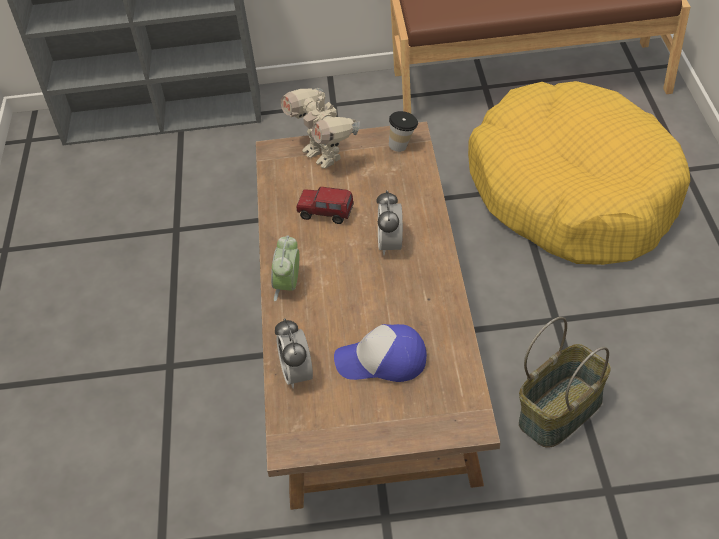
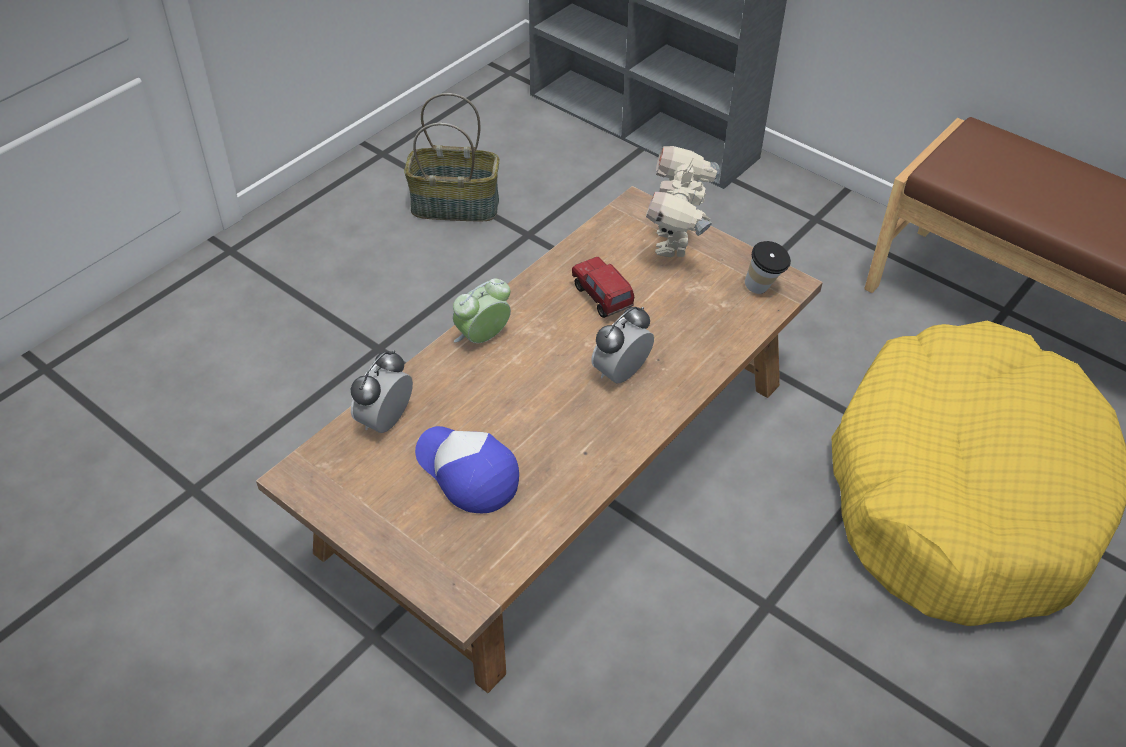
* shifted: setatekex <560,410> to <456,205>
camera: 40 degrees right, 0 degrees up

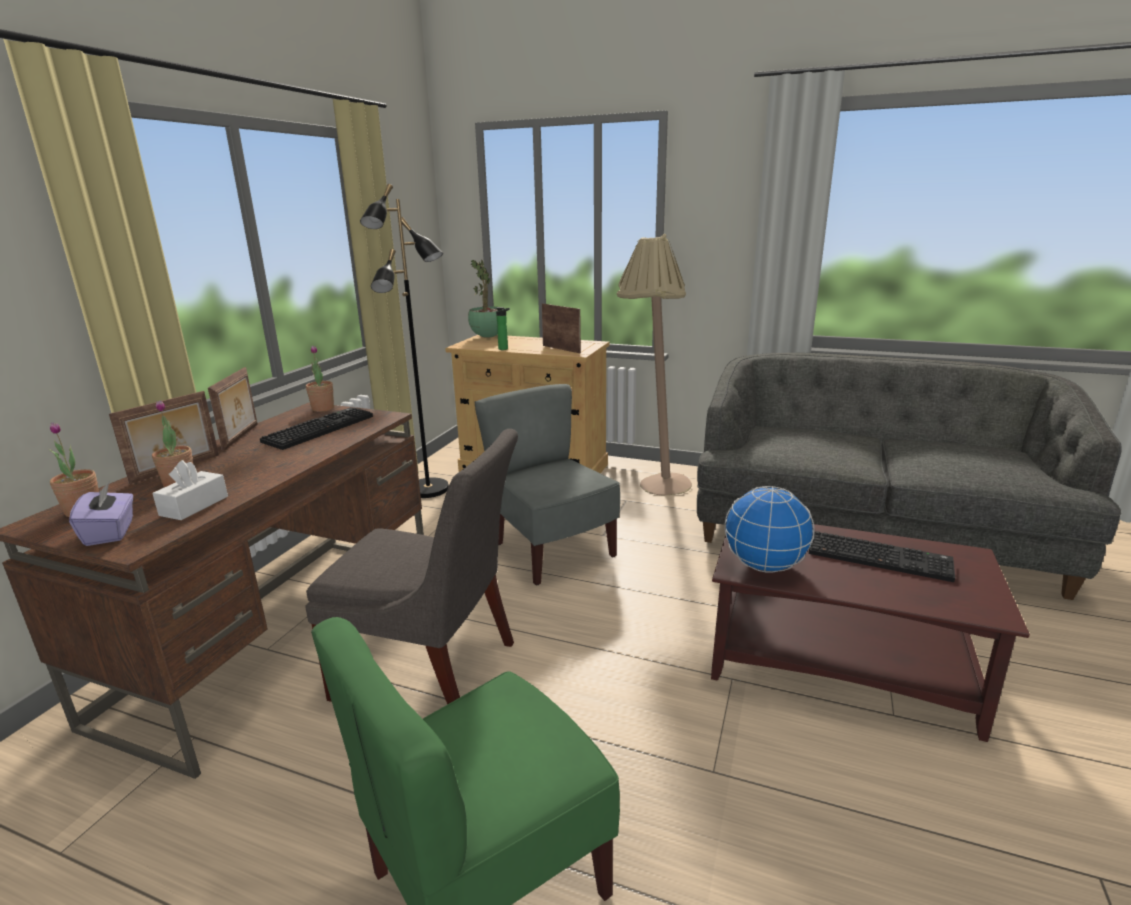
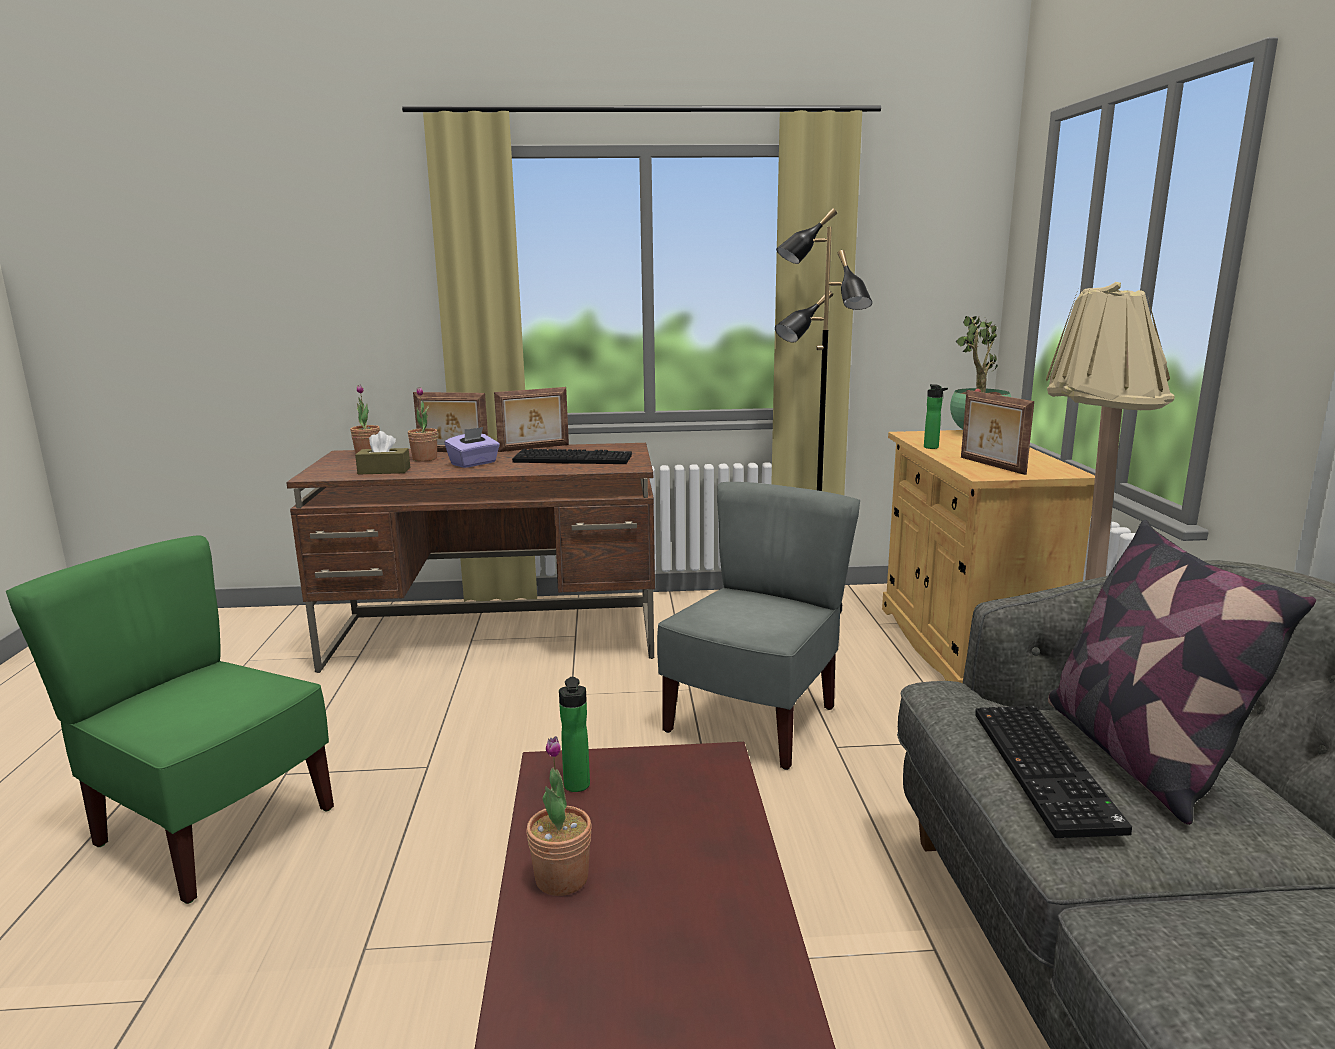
* rotated: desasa <562,349> = <990,465> 135 degrees clockwise
* shifted: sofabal <323,408> to <561,878>
* gone: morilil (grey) <433,673>
* repainted: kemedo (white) <194,506> to kemedo (brown) <384,471>
* shifted: kemedo (purple) <111,532> to <474,463>
* swapped: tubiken <765,566> to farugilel <577,787>
* shifted: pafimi <880,557> to <1048,770>
* new: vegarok <1137,755>
camera: 65 degrees right, 5 degrees down

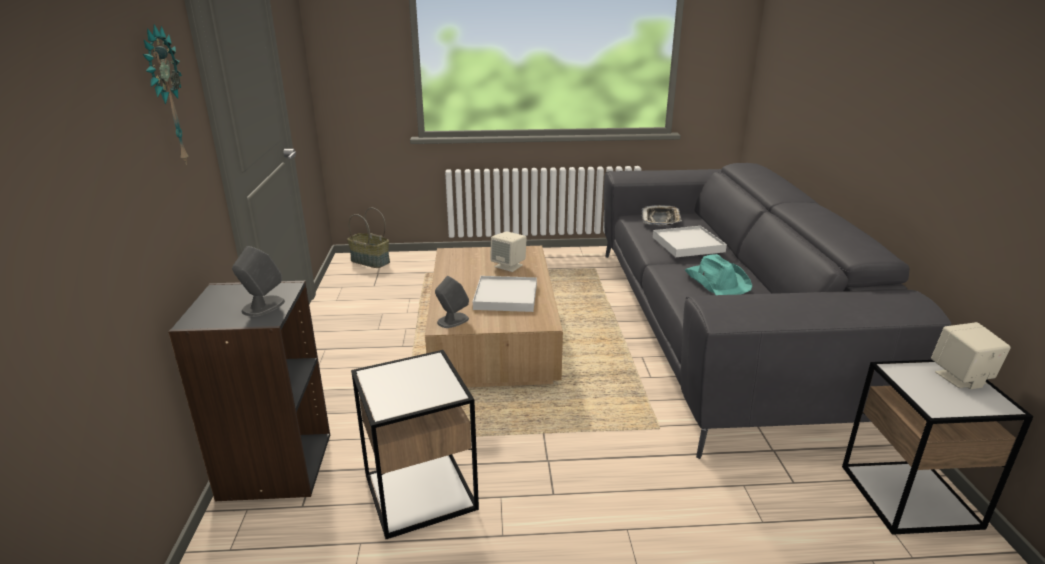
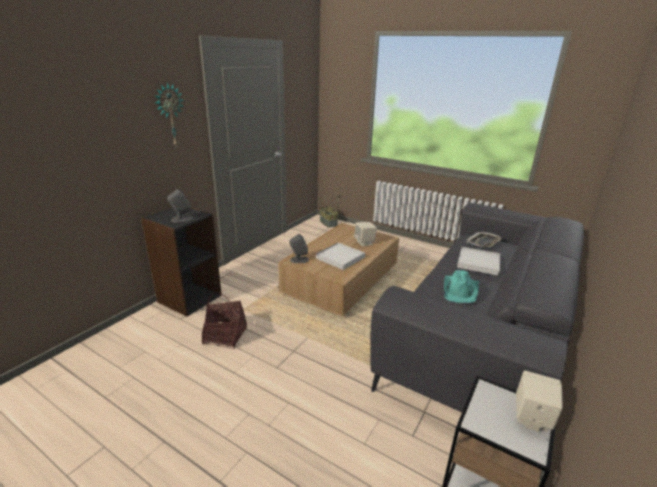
* swapped: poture <420,492> to setatekex <225,336>
camera: 35 degrees right, 0 degrees up

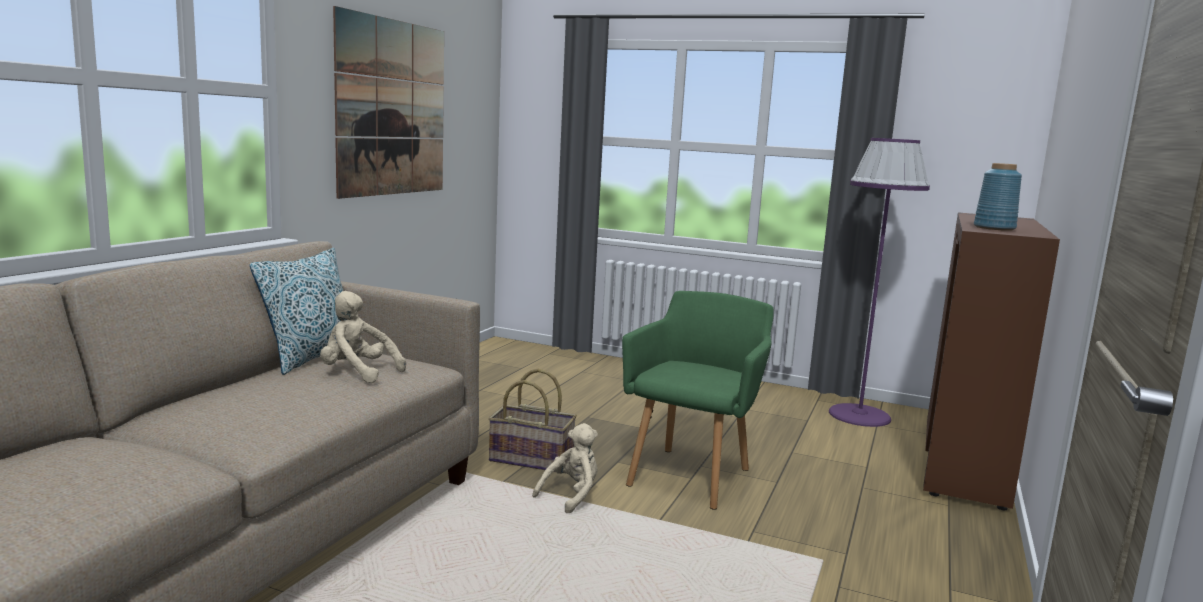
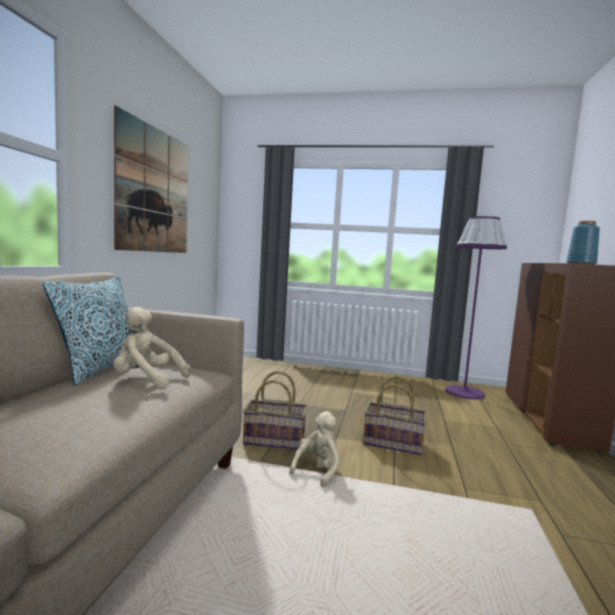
* swapped: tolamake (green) <692,474> to setatekex <393,443>
camera: 10 degrees left, 5 degrees down

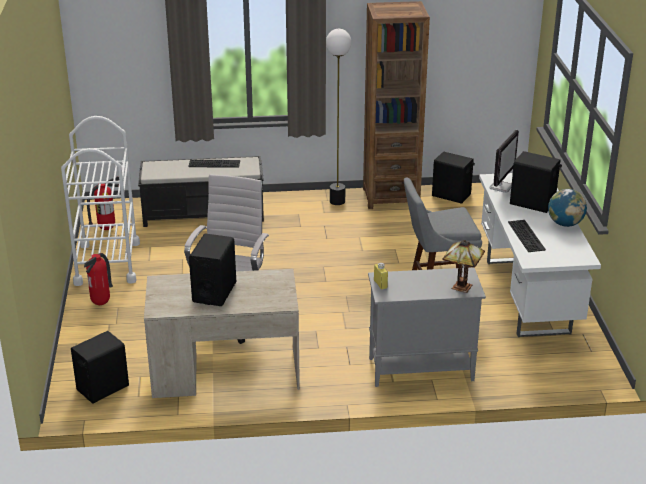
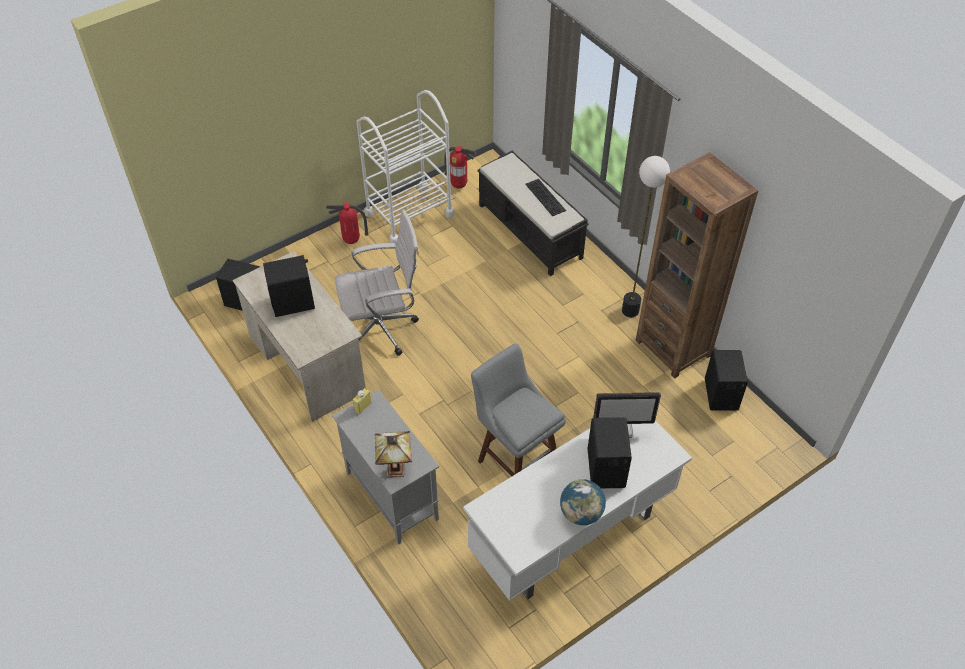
* gone: pafimi <527,236>
camera: 60 degrees right, 20 degrees up

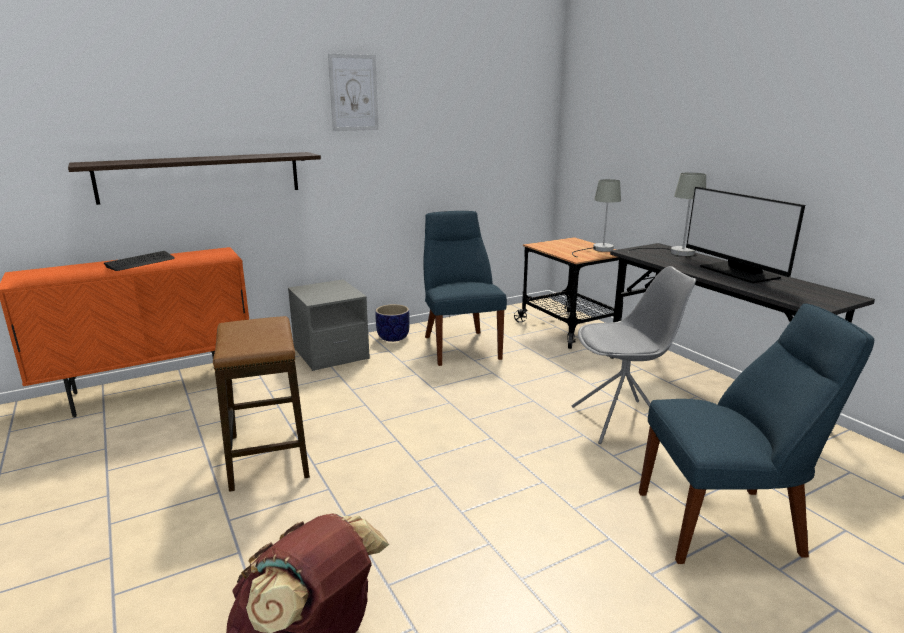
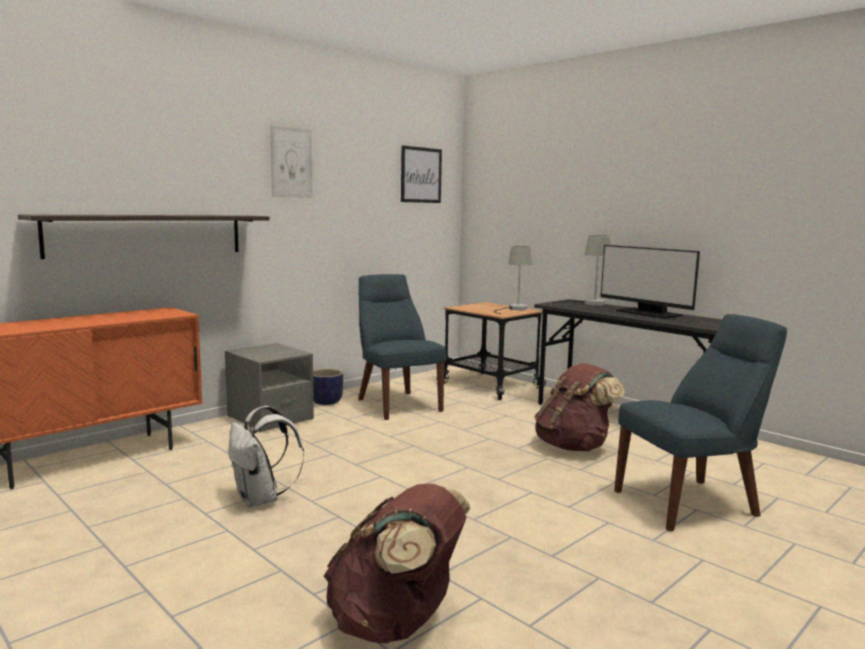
* gone: pafimi <141,262>
* swapped: morilil (grey) <622,421> to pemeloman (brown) <574,446>
* swapped: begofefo <268,456> to pemeloman (white) <261,499>
* new: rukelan <421,175>
camera: 15 degrees left, 10 degrees down

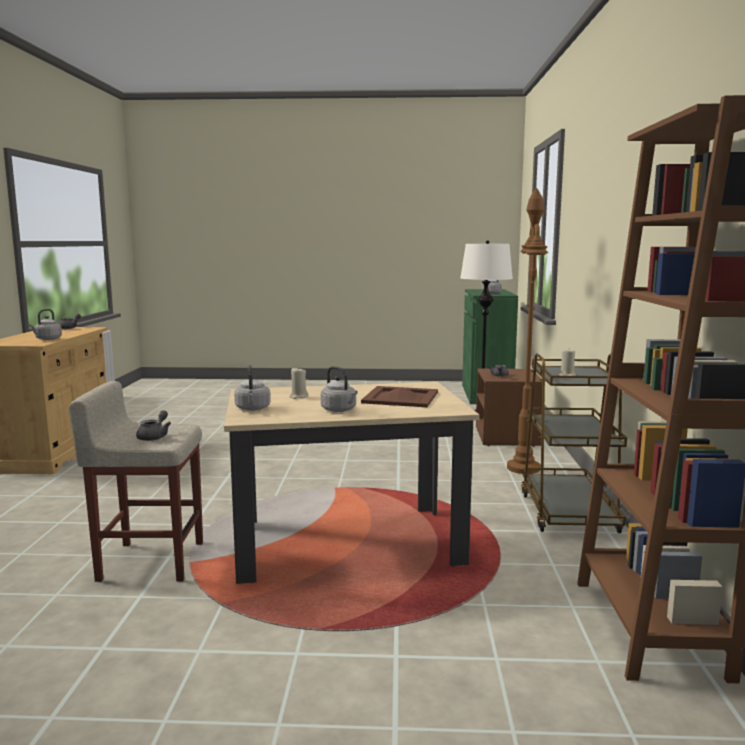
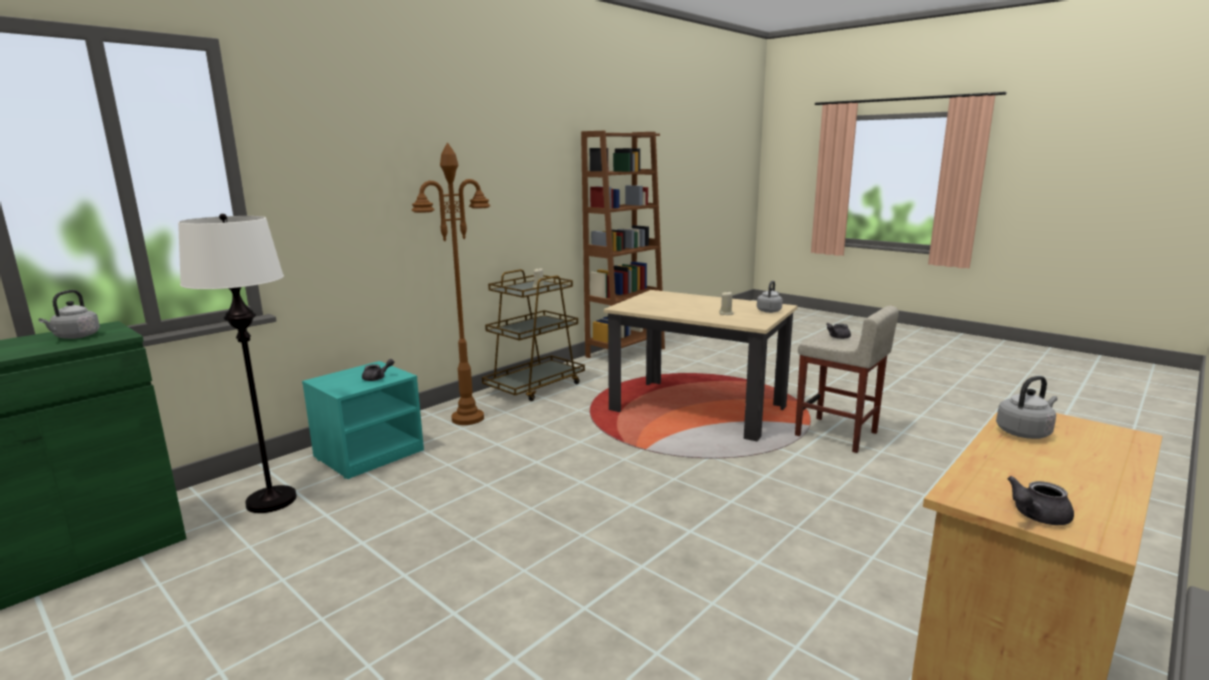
* gone: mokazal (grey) <340,410>
* repainted: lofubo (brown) <508,437> to lofubo (turquoise) <369,453>
* gone: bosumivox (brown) <400,397>
camera: 140 degrees left, 5 degrees up

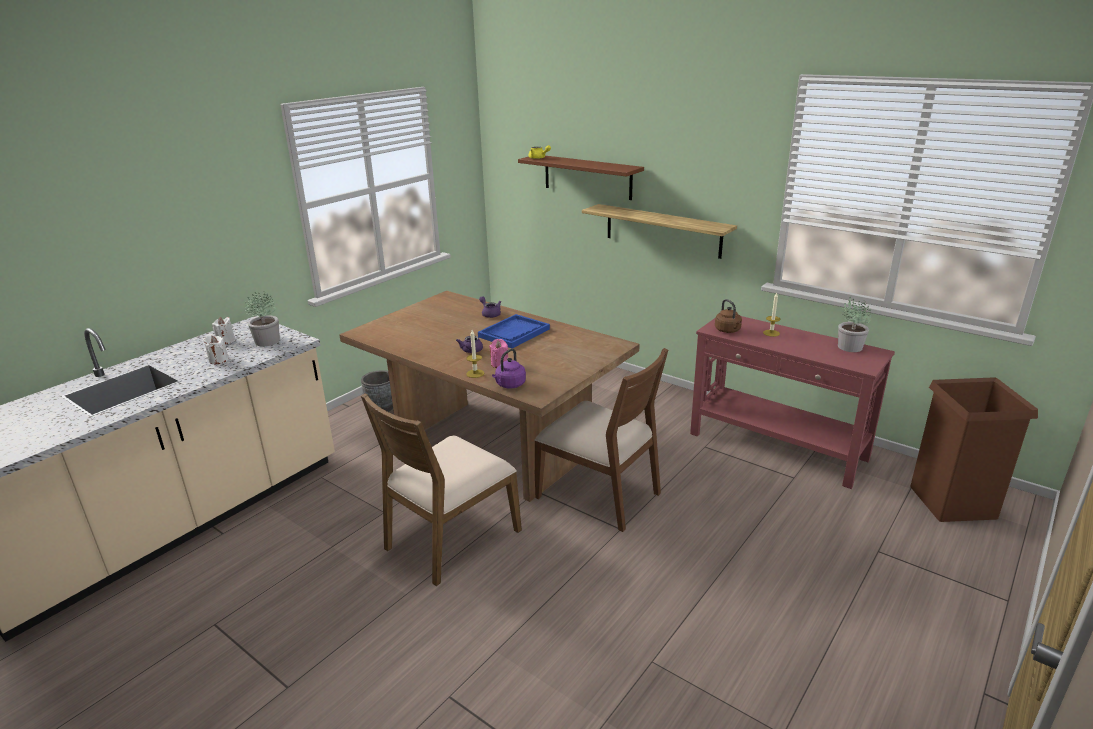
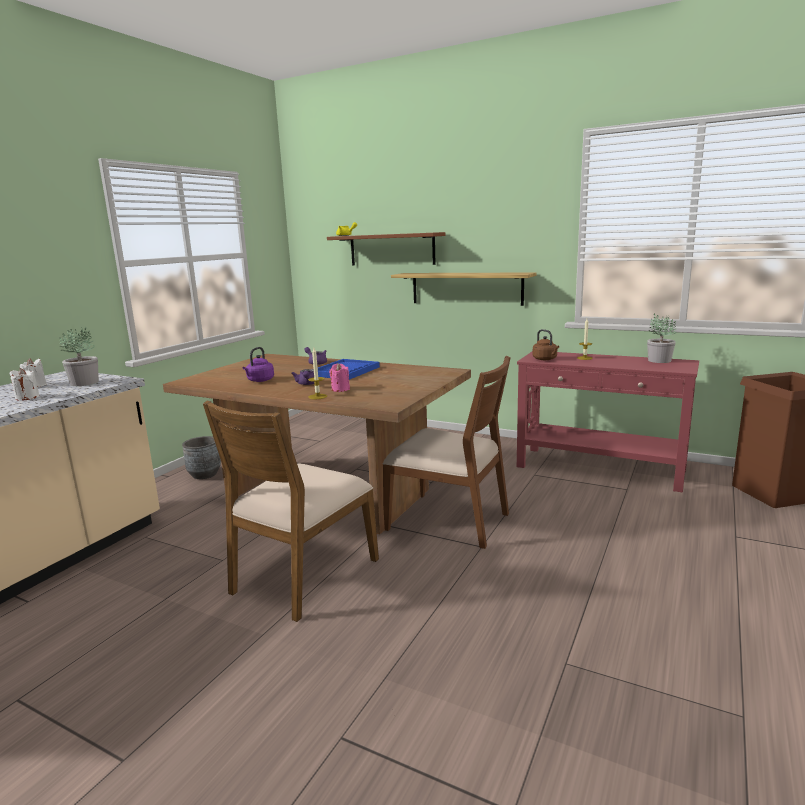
* shifted: mokazal (purple) <509,385> to <259,380>
camera: 10 degrees left, 10 degrees down

